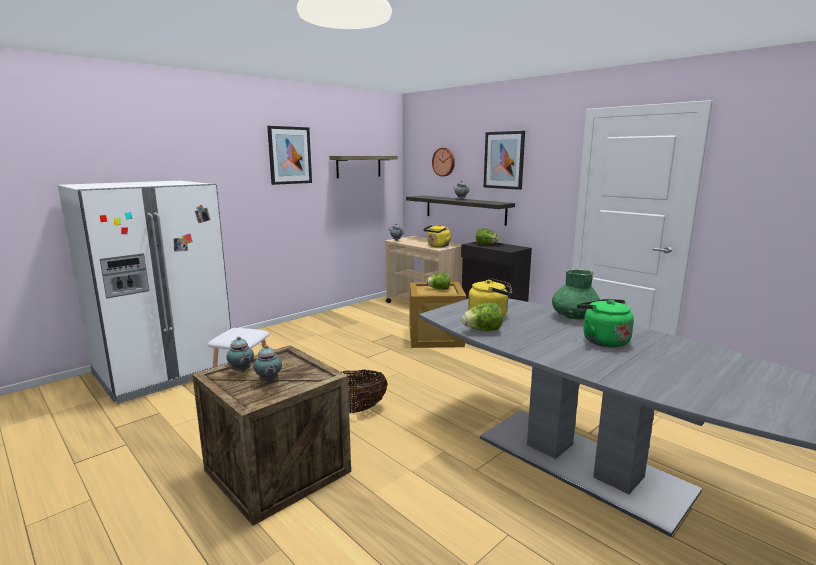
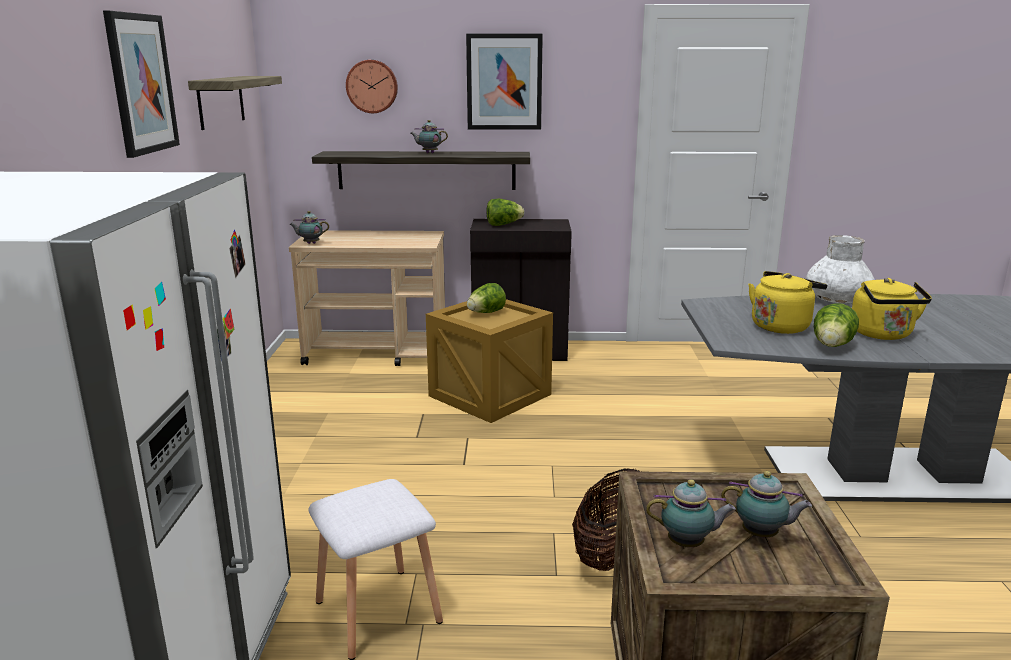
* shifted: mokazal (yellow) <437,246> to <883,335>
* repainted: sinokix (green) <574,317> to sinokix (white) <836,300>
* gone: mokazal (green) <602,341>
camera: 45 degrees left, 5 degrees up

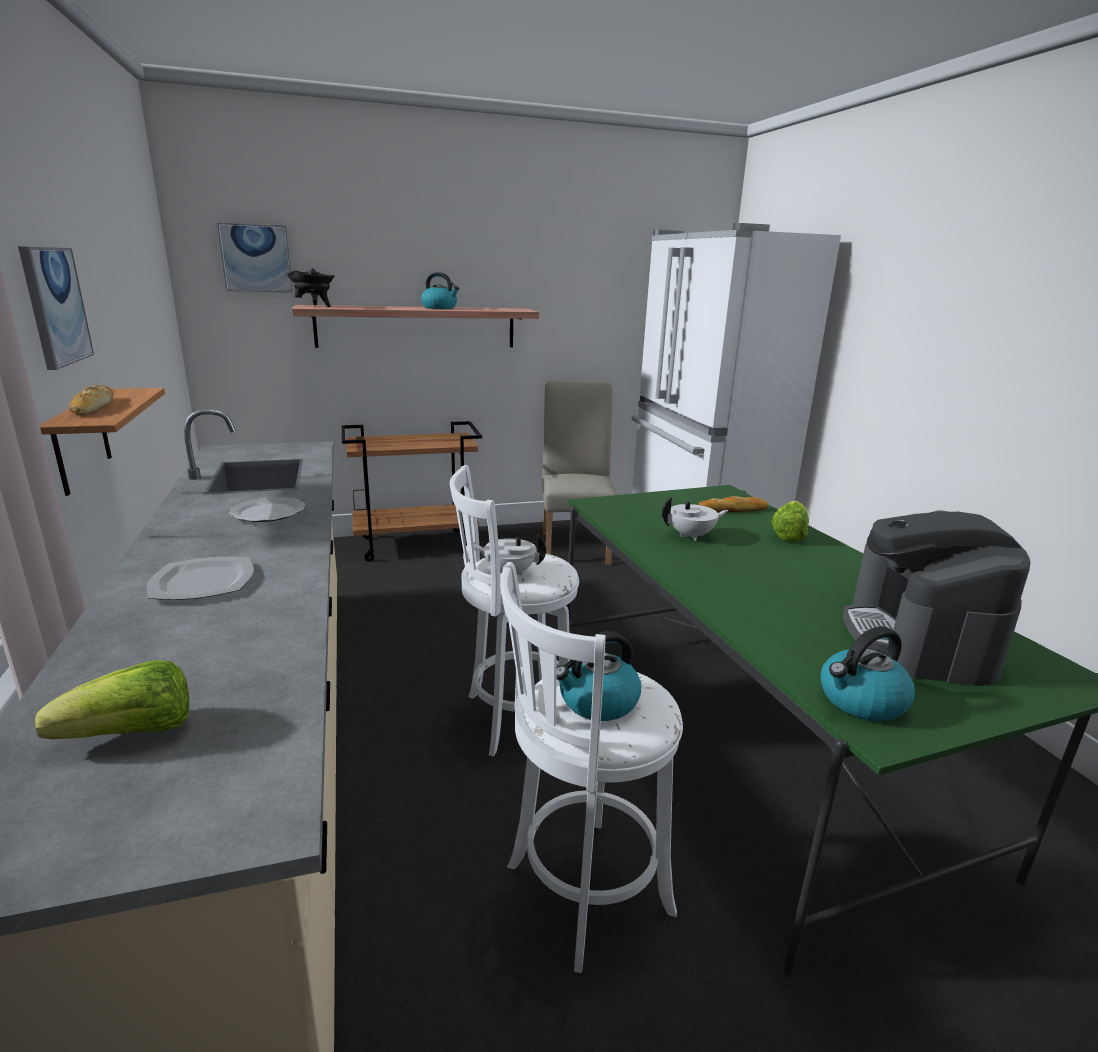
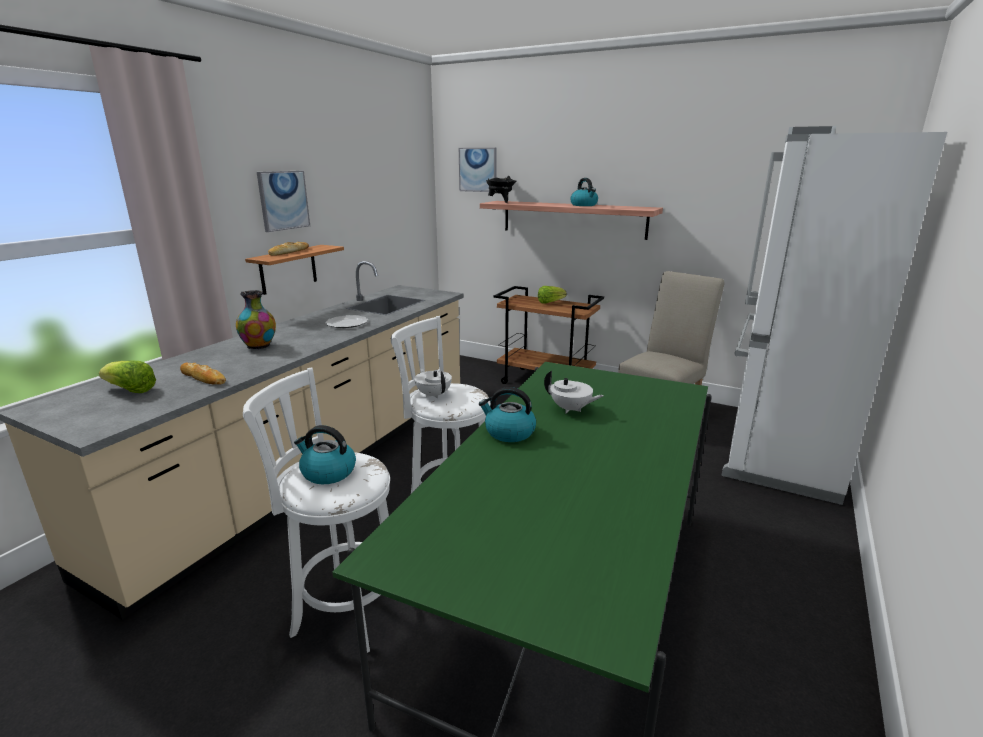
* shifted: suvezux <733,510> to <203,377>
* shifted: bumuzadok <789,535> to <550,302>
* gone: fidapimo <918,639>
* swapped: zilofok <204,581> to sinokix <259,346>
* shifted: mokazal <861,701> to <509,432>
camera: 45 degrees right, 0 degrees up

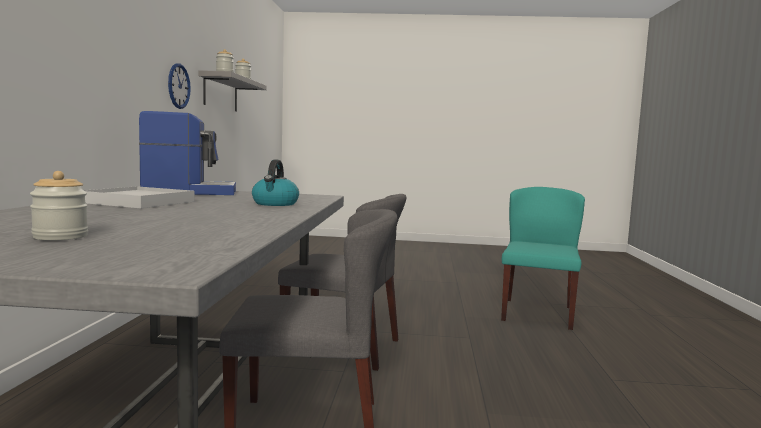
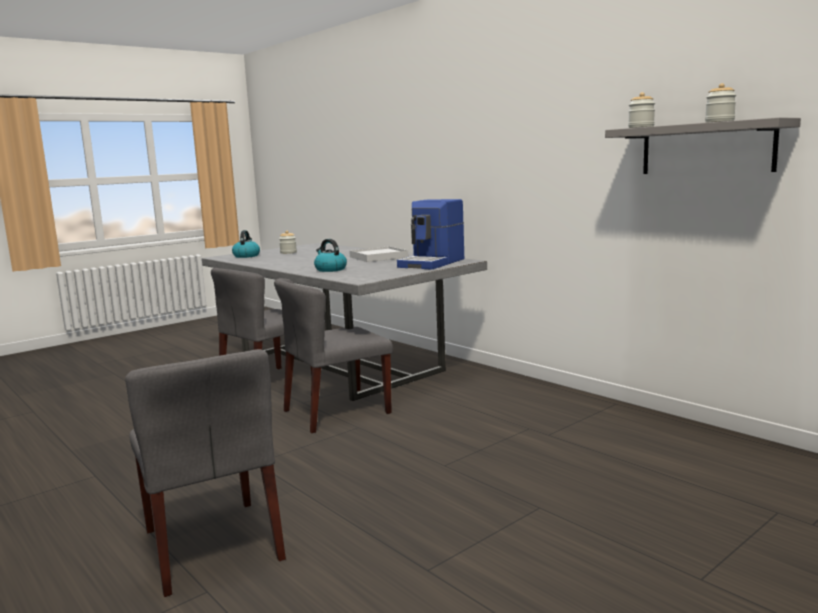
* gone: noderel <178,86>
* repainted: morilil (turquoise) <537,313> to morilil (grey) <213,545>
* new: mokazal <246,256>
camera: 135 degrees right, 5 degrees up

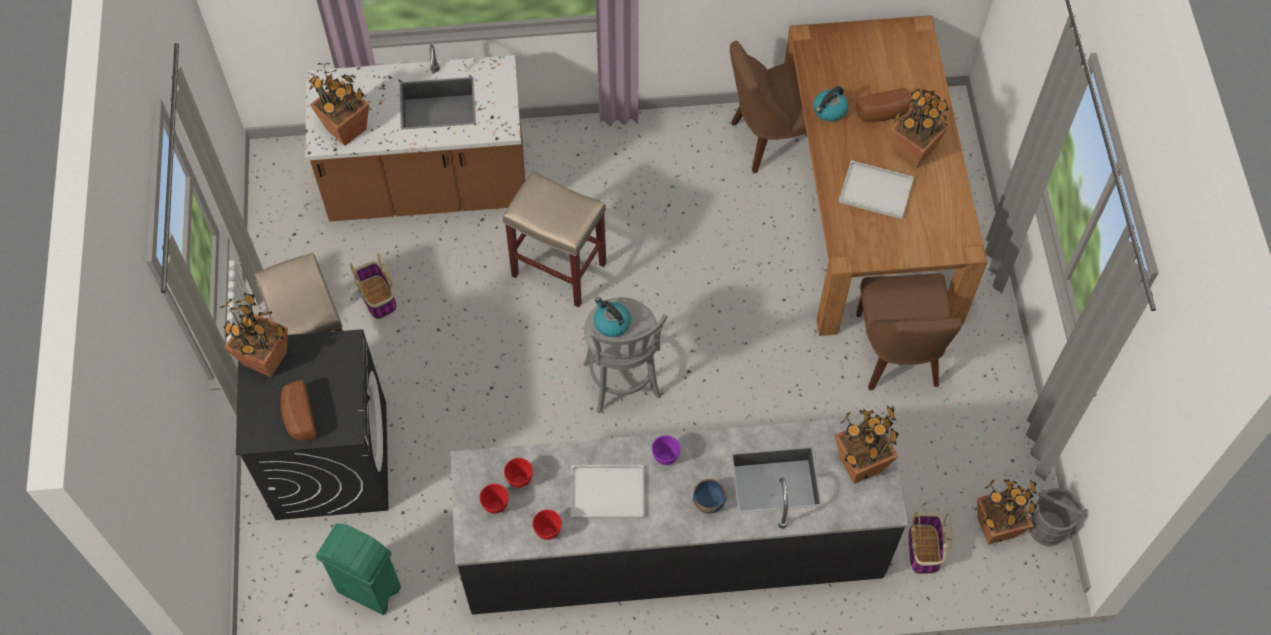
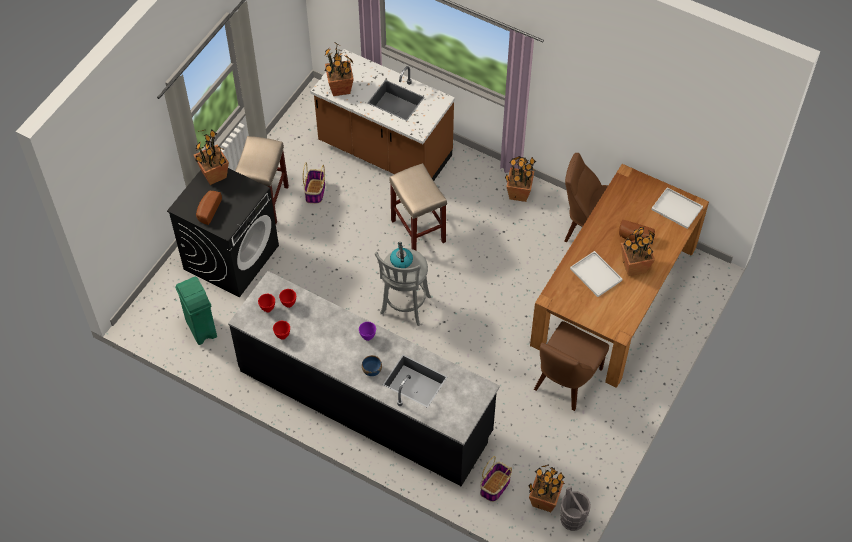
* gone: mokazal <829,110>
* shifted: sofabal <859,464> to <519,193>
* shifted: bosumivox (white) <605,493> to <675,208>
camera: 35 degrees right, 5 degrees down

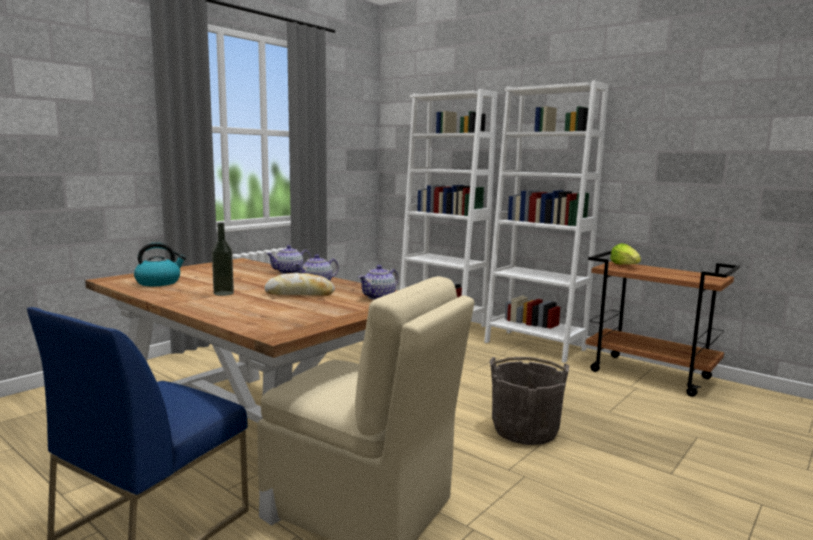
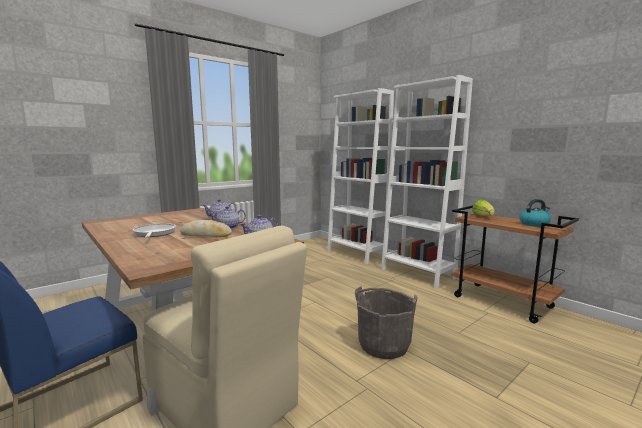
* swapped: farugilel <223,293> to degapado <154,233>
* shifted: mokazal <159,282> to <534,224>
camera: 10 degrees right, 0 degrees up

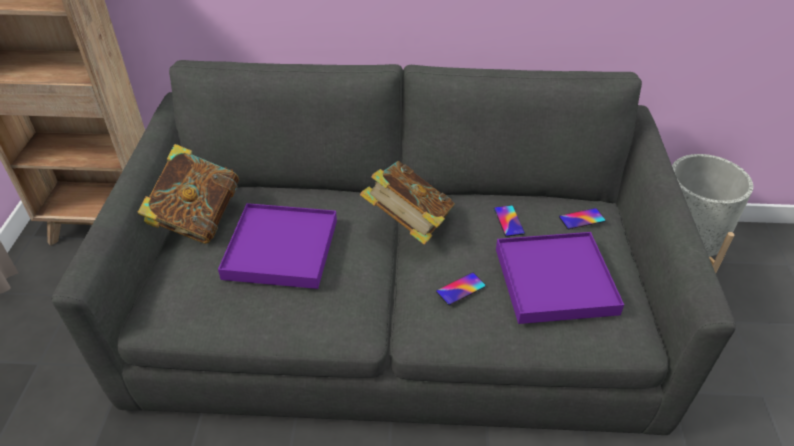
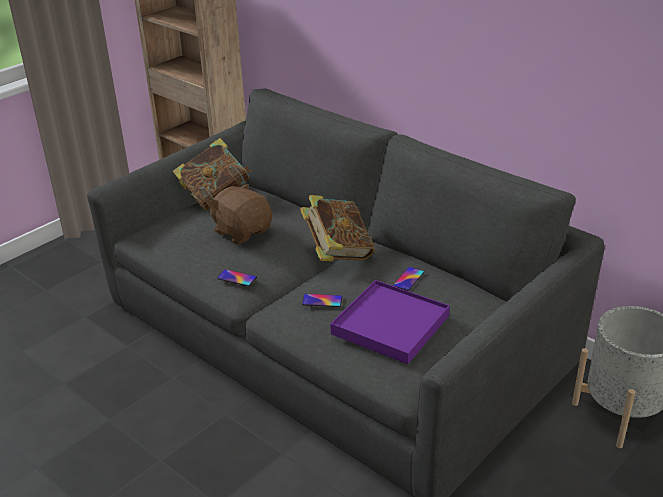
* swapped: bosumivox (purple) <281,249> to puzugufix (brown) <242,231>
* shifted: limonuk <582,219> to <237,278>
camera: 40 degrees right, 10 degrees down

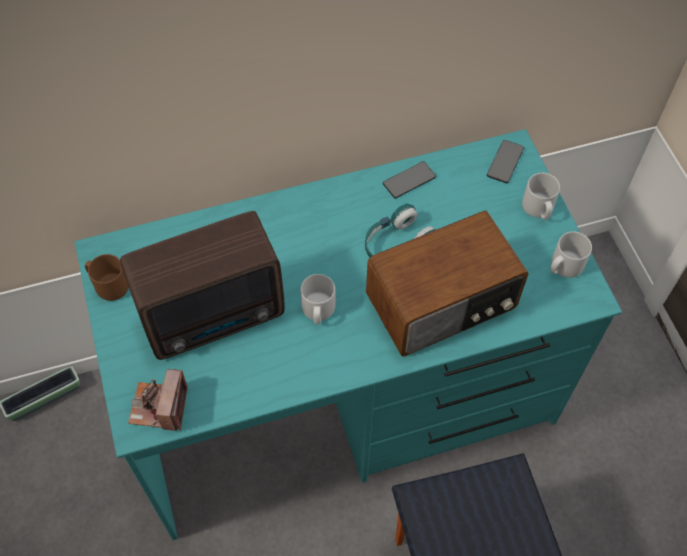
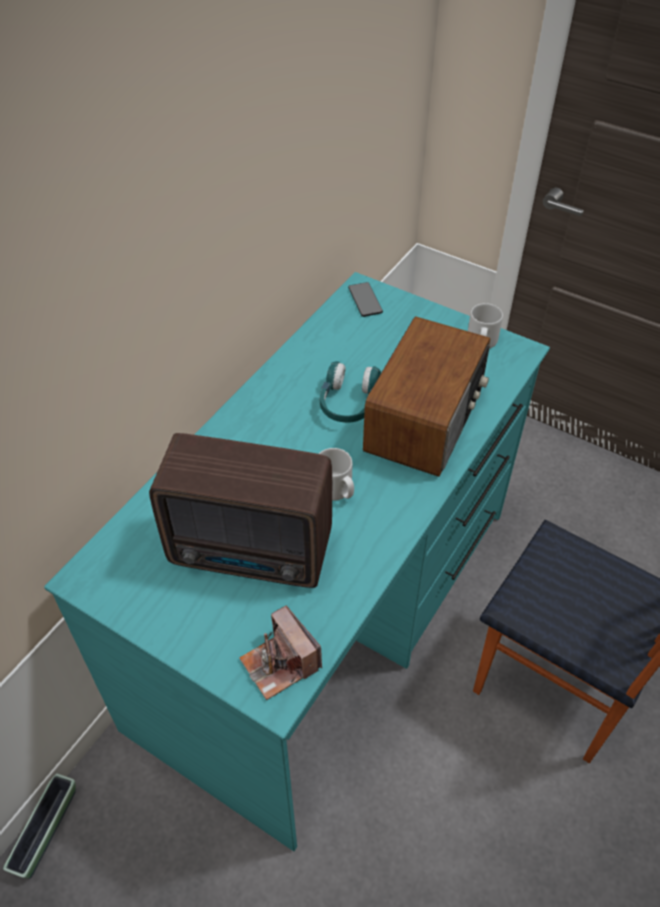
* gone: limonuk <409,180>
* gone: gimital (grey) <538,209>
* rotated: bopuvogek <216,316> = <253,553> 75 degrees clockwise
* gone: gimital (brown) <109,285>
camera: 40 degrees left, 10 degrees down

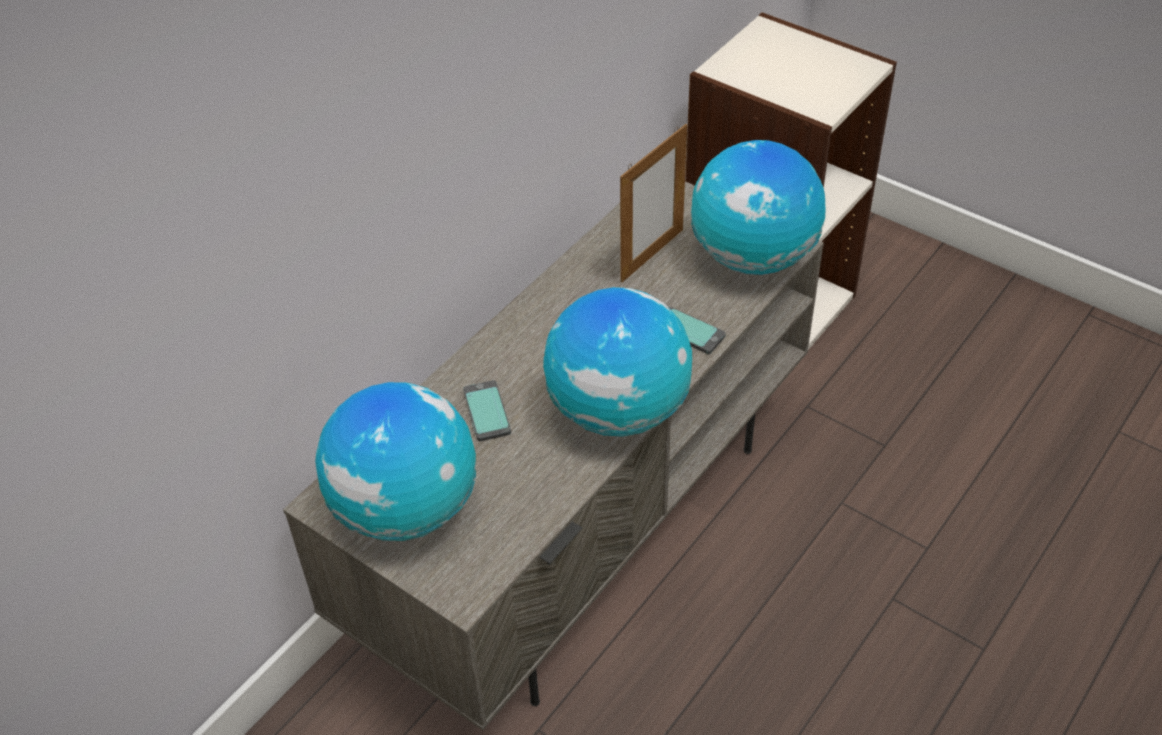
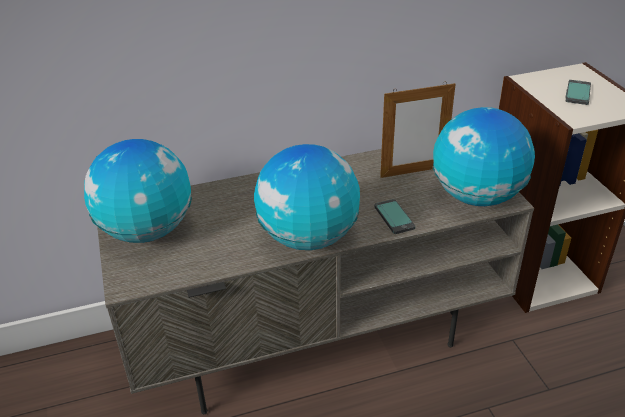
* shifted: limonuk <486,412> to <577,93>
camera: 35 degrees right, 10 degrees down

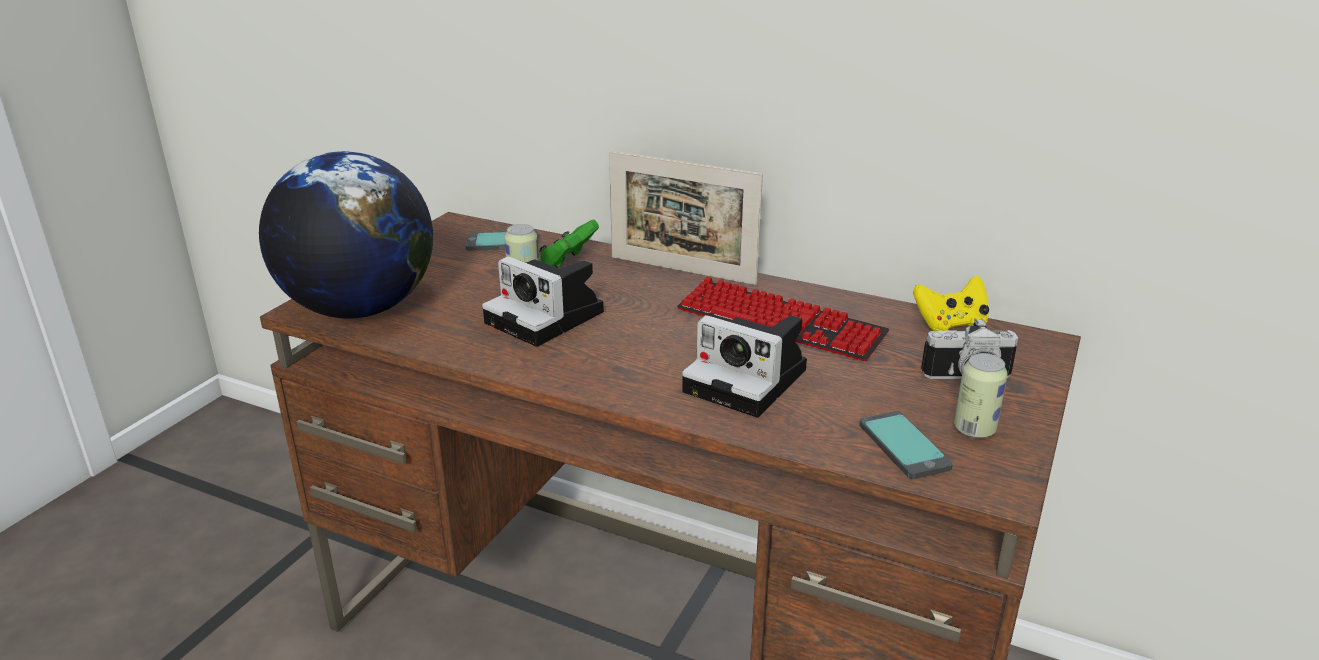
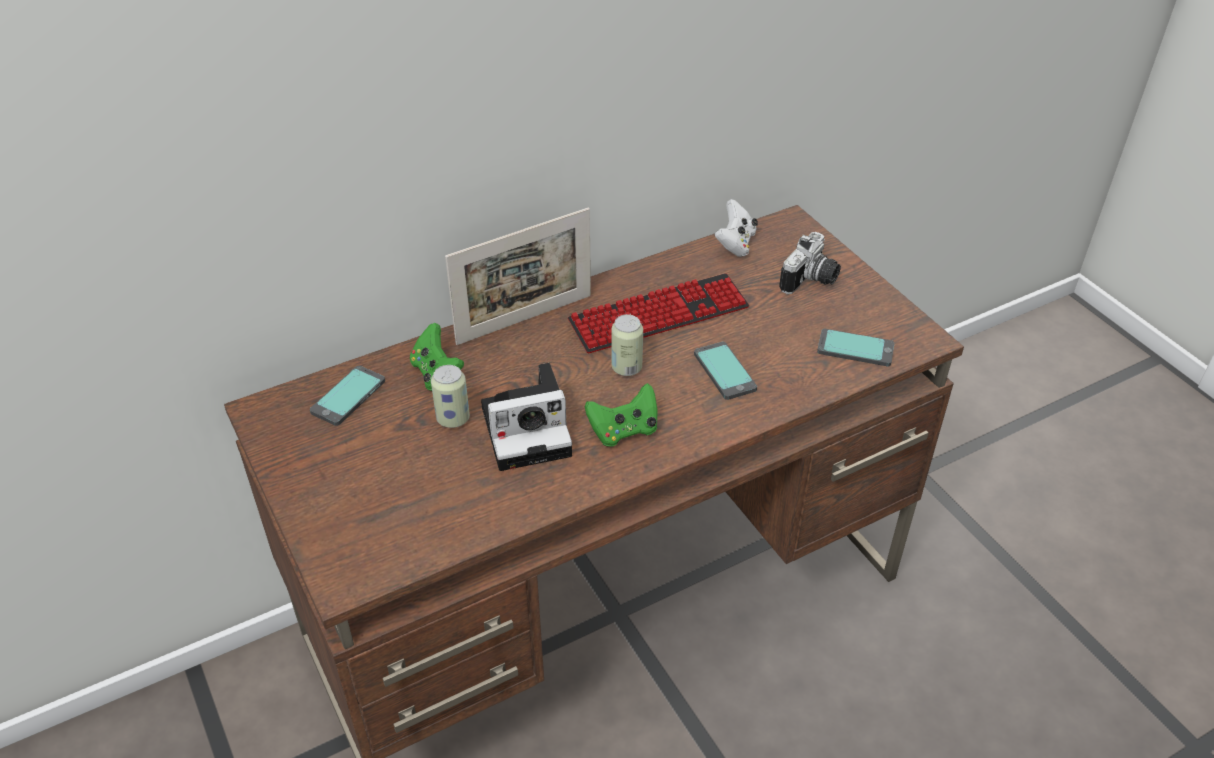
* gone: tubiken <359,309>
* repainted: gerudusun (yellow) <950,324> to gerudusun (white) <735,244>
* swapped: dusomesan <750,381> to limonuk <725,371>
* shifted: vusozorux <974,430> to <626,367>
* new: gerudusun (green) <624,431>
camera: 55 degrees left, 15 degrees up

